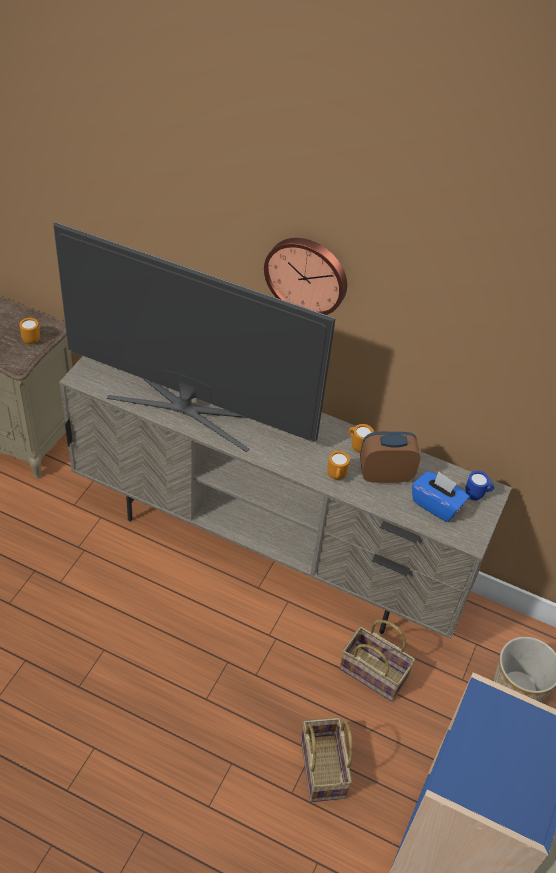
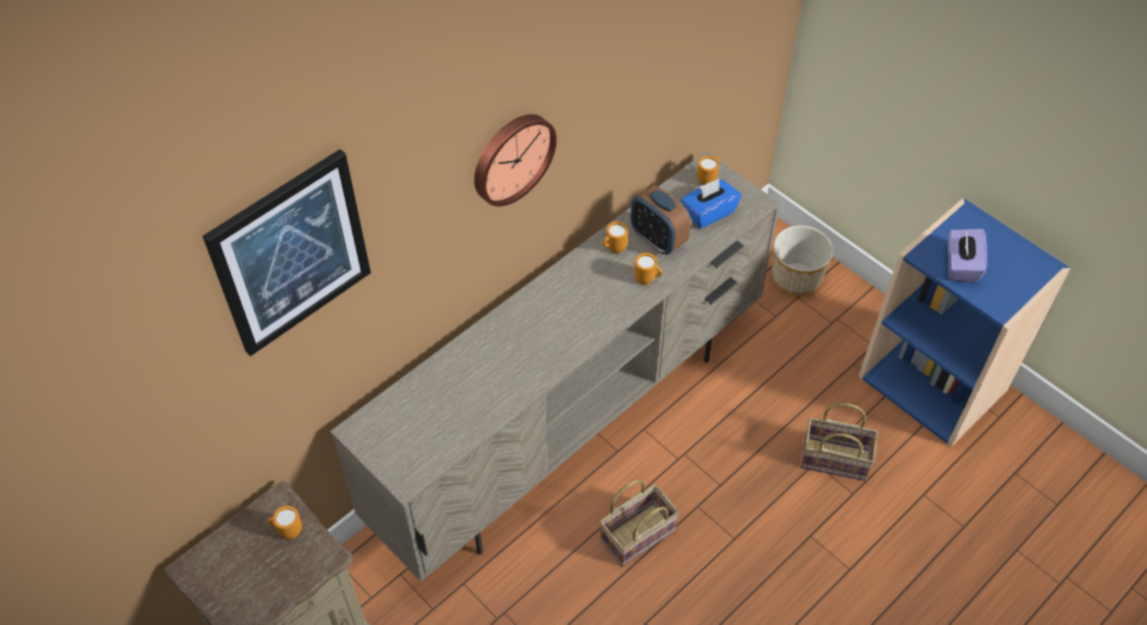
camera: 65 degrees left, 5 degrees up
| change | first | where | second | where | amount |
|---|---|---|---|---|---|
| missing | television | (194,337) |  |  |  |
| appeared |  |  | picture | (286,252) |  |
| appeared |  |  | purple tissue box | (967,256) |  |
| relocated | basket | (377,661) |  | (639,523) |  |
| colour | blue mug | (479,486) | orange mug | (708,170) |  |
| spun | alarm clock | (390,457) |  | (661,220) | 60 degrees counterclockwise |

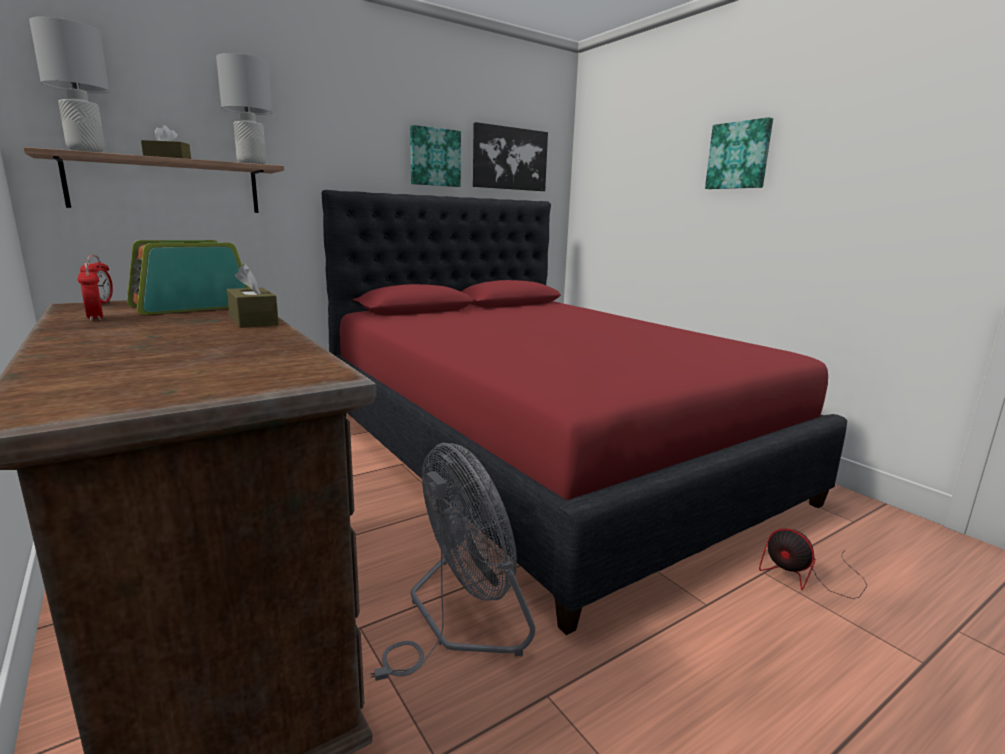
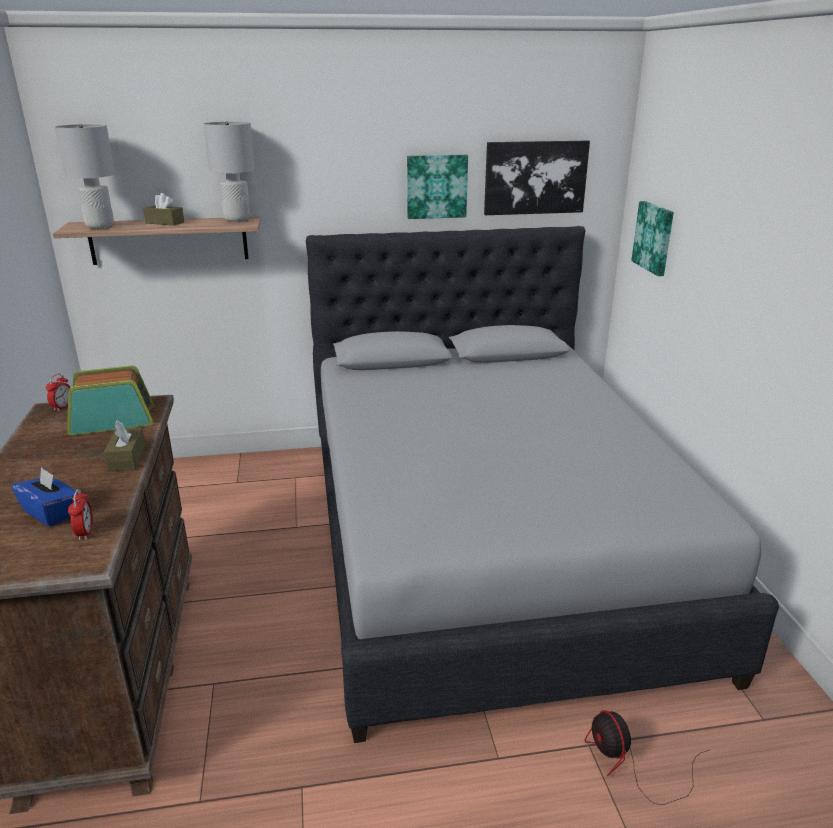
camera: 25 degrees right, 10 degrees up
| change | first | where | second | where | amount |
|---|---|---|---|---|---|
| missing | grey fan | (452,562) |  |  |  |
| appeared |  |  | blue tissue box | (45,496) |  |
| relocated | alarm clock | (90,292) |  | (80,515) |  |
| relocated | picture | (739,153) |  | (652,238) |  |
| colour | red bed | (584,412) | grey bed | (542,484) |  |

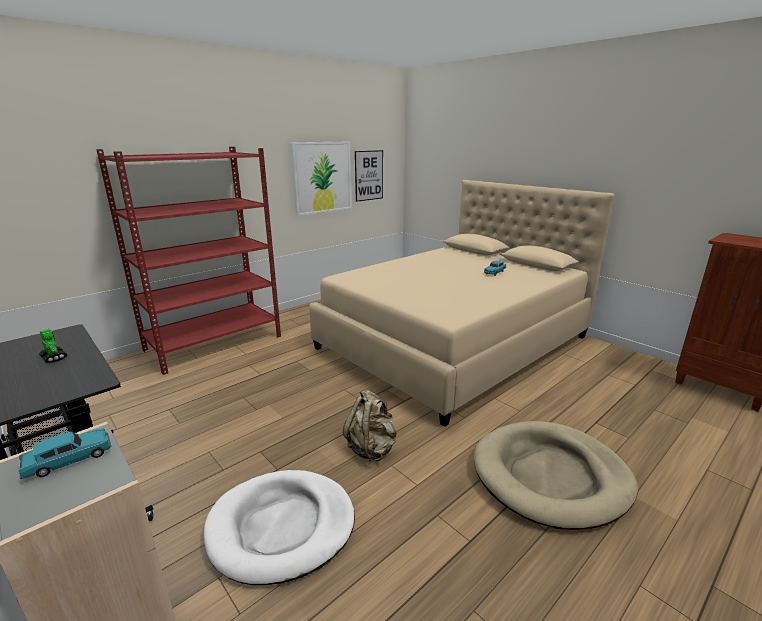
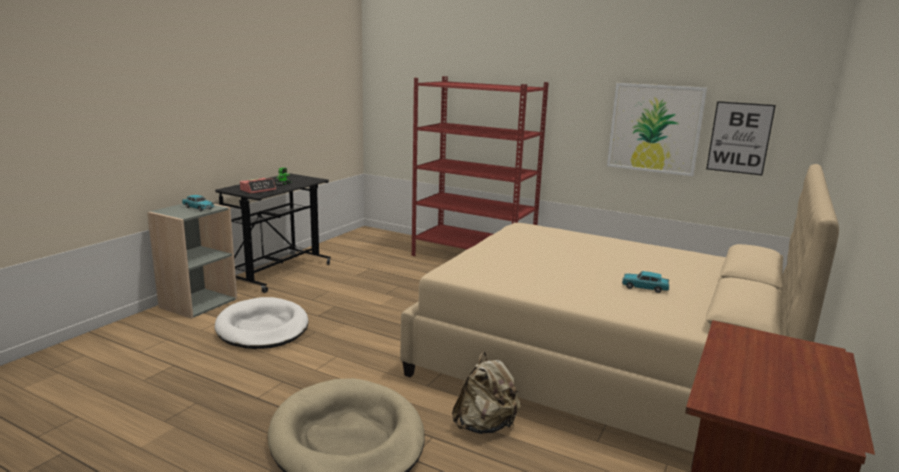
camera: 70 degrees right, 5 degrees down
| change | first | where | second | where | amount |
|---|---|---|---|---|---|
| appeared |  |  | alarm clock | (258,186) |  |
| relocated | beige backpack | (370,425) |  | (486,393) |  |

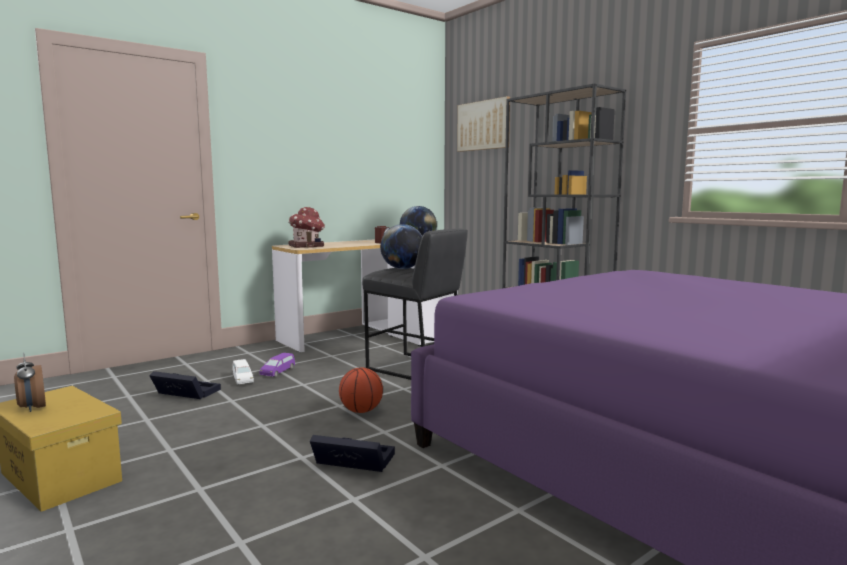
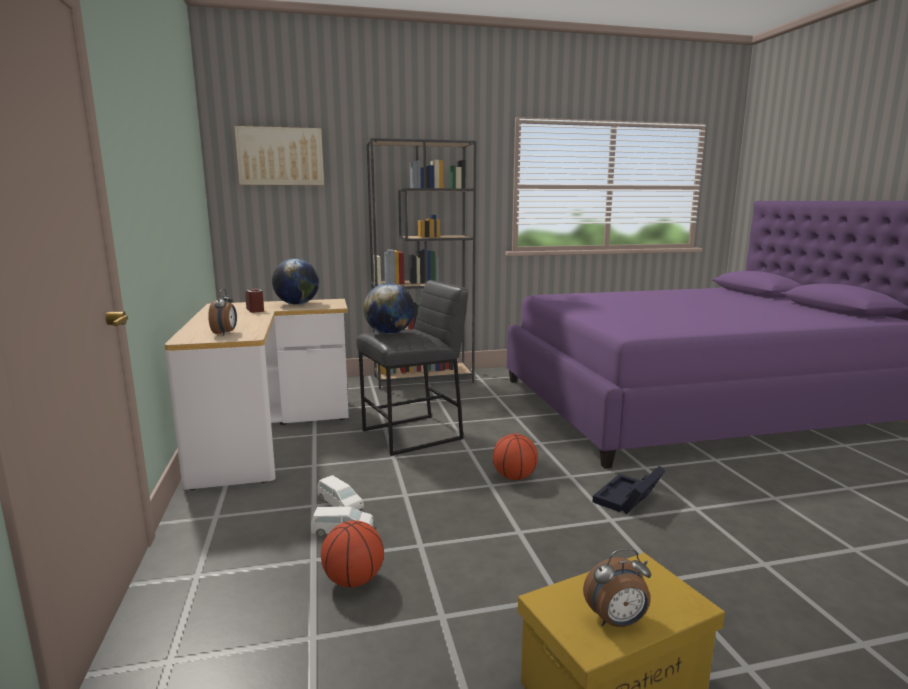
camera: 65 degrees left, 5 degrees up
| change | first | where | second | where | amount |
|---|---|---|---|---|---|
| exchanged | black storage box | (185,385) | basketball | (352,553) |  |
| exchanged | toy house | (306,227) | alarm clock | (222,312) |  |
| colour | purple toy car | (277,365) | white toy car | (340,492) |  |

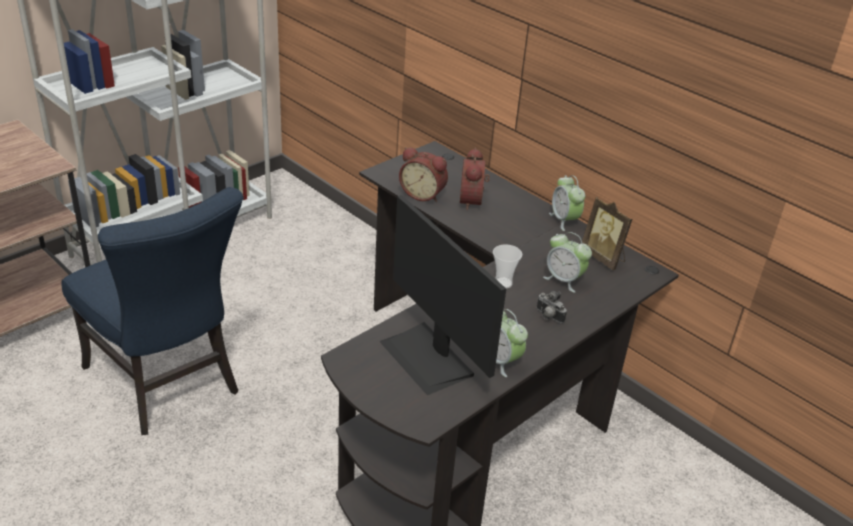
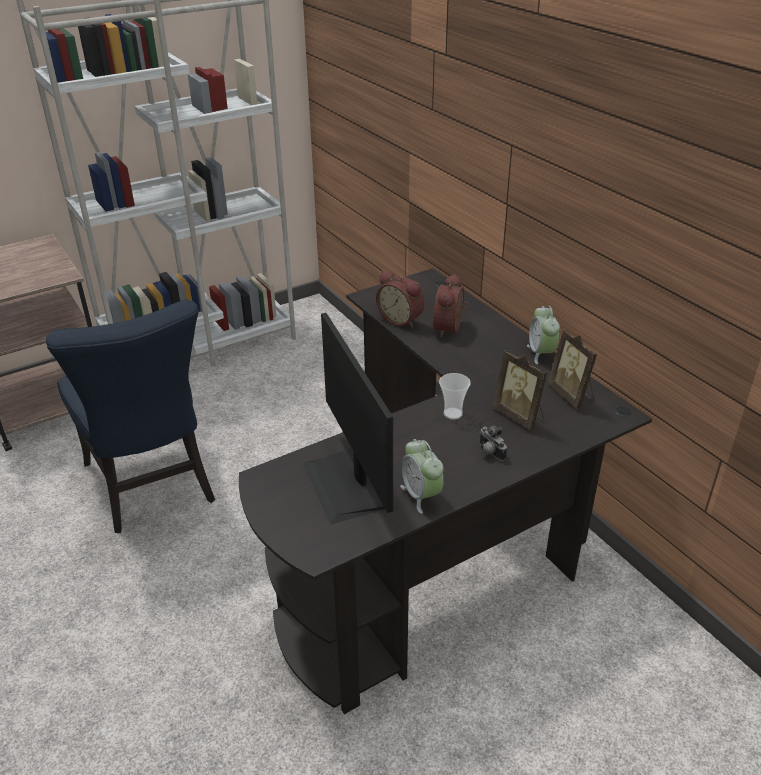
camera: 15 degrees right, 0 degrees up
| change | first | where | second | where | amount |
|---|---|---|---|---|---|
| exchanged | alarm clock | (567,262) | picture frame | (520,390) |  |

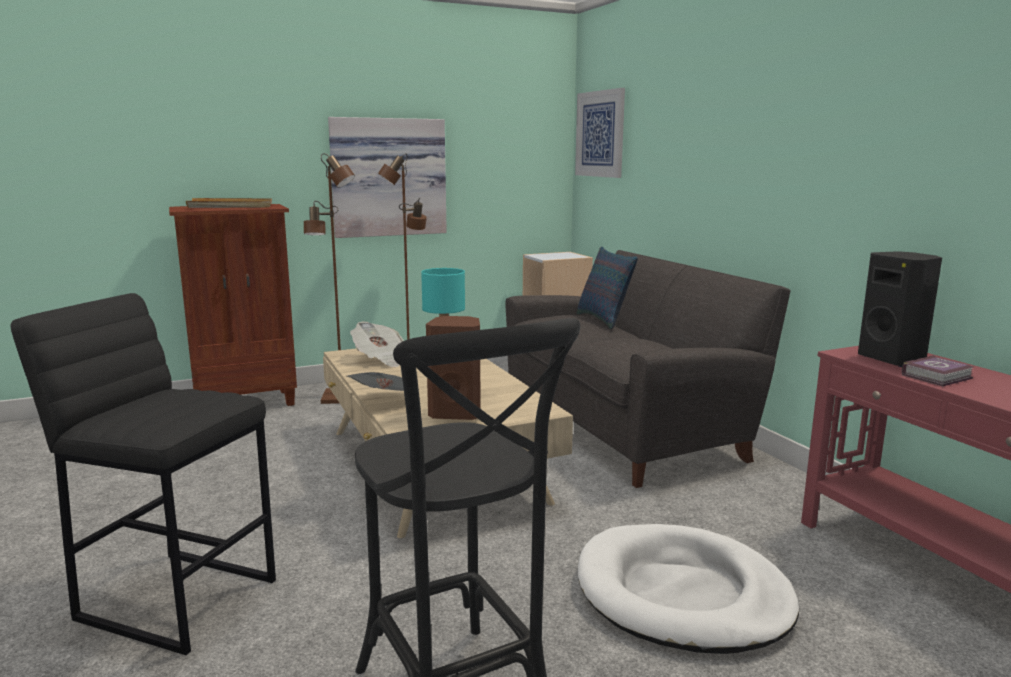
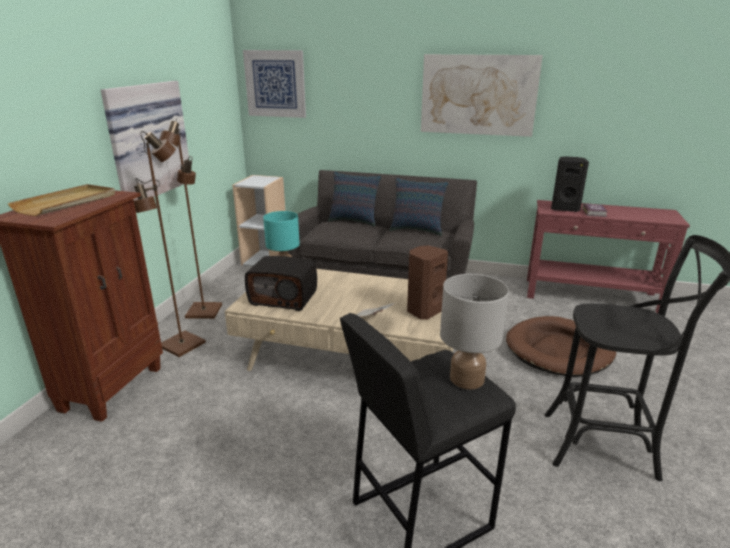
camera: 50 degrees left, 10 degrees up
| change | first | where | second | where | amount |
|---|---|---|---|---|---|
| appeared |  |  | blue pillow | (419,207) |  |
| appeared |  |  | picture | (482,95) |  |
| appeared |  |  | grey table lamp | (474,331) |  |
| exchanged | newspaper | (377,344) | radio | (281,283) |  |
| colour | white dog bed | (688,589) | brown dog bed | (561,346) |  |

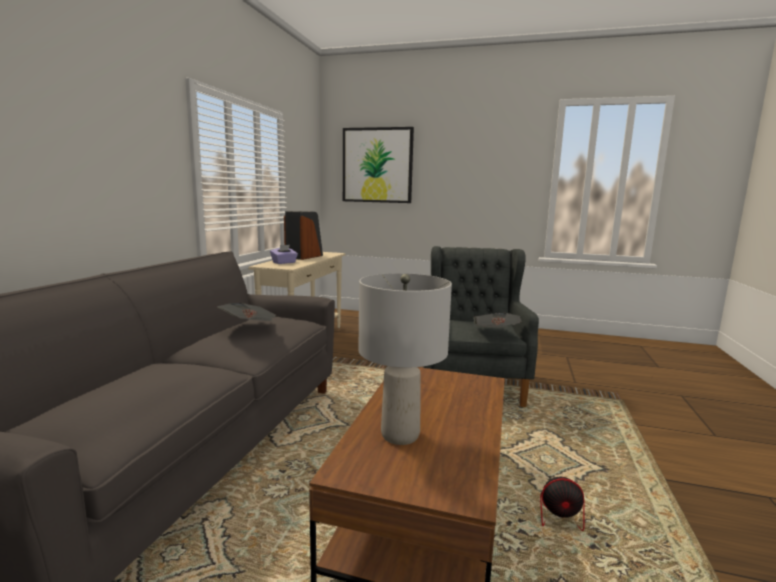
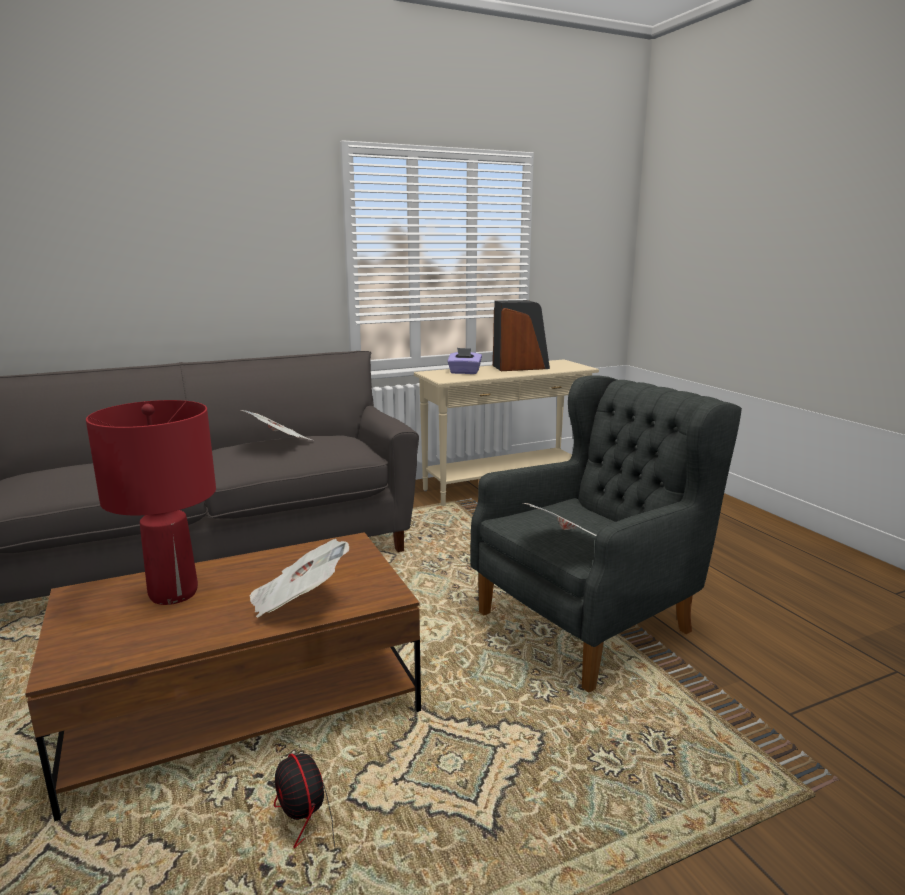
camera: 50 degrees right, 5 degrees up
| change | first | where | second | where | amount |
|---|---|---|---|---|---|
| missing | picture | (378,165) |  |  |  |
| appeared |  |  | newspaper | (299,578) |  |
| colour | grey table lamp | (405,359) | red table lamp | (151,502) |  |

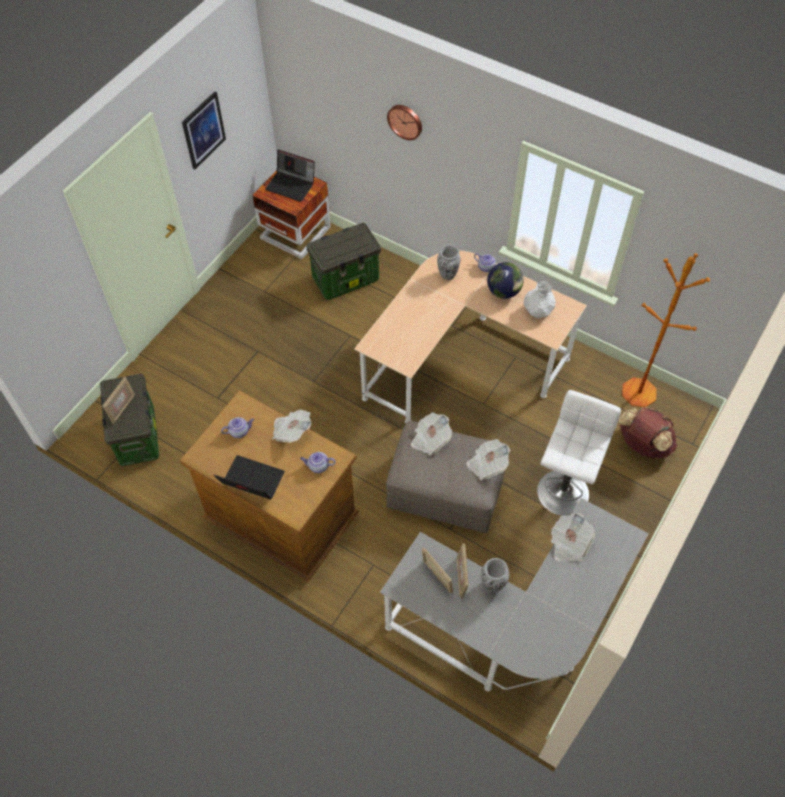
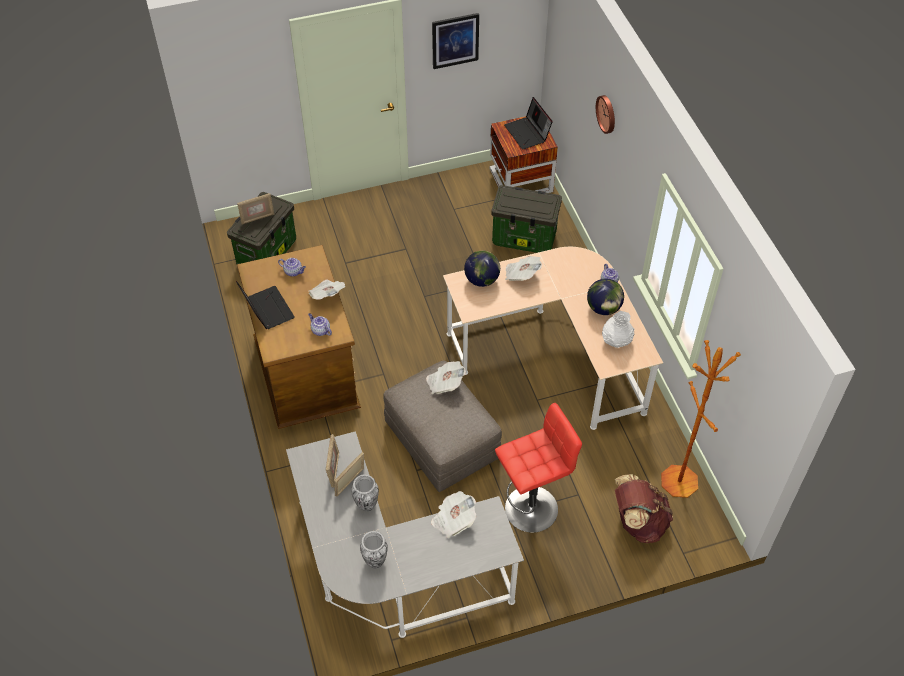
camera: 40 degrees right, 5 degrees down
| change | first | where | second | where | amount |
|---|---|---|---|---|---|
| appeared |  |  | globe | (482,268) |  |
| relocated | vase | (449,262) |  | (374,549) |  |
| relocated | newspaper | (488,459) |  | (523,268) |  |
| colour | white stool | (579,453) | red stool | (538,468) |  |

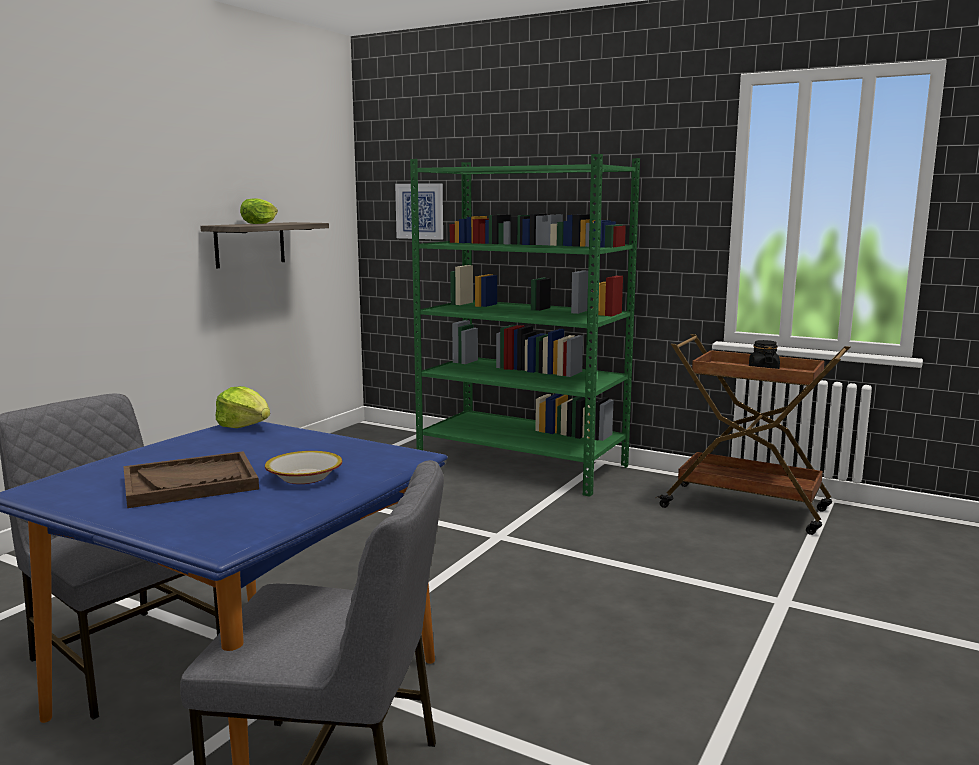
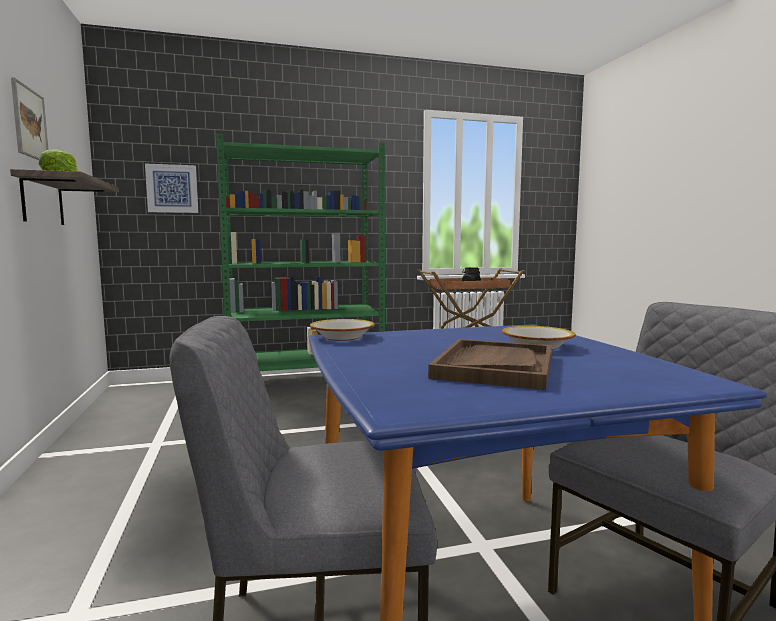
camera: 45 degrees left, 5 degrees down
| change | first | where | second | where | amount |
|---|---|---|---|---|---|
| appeared |  |  | picture | (29,118) |  |
| exchanged | lettuce | (243,407) | bowl | (342,330) |  |

